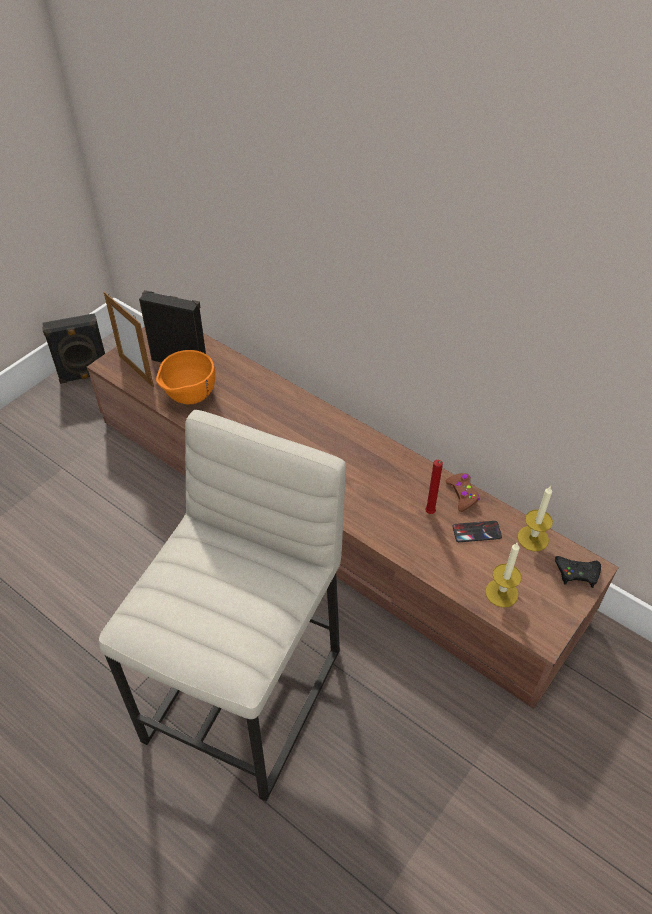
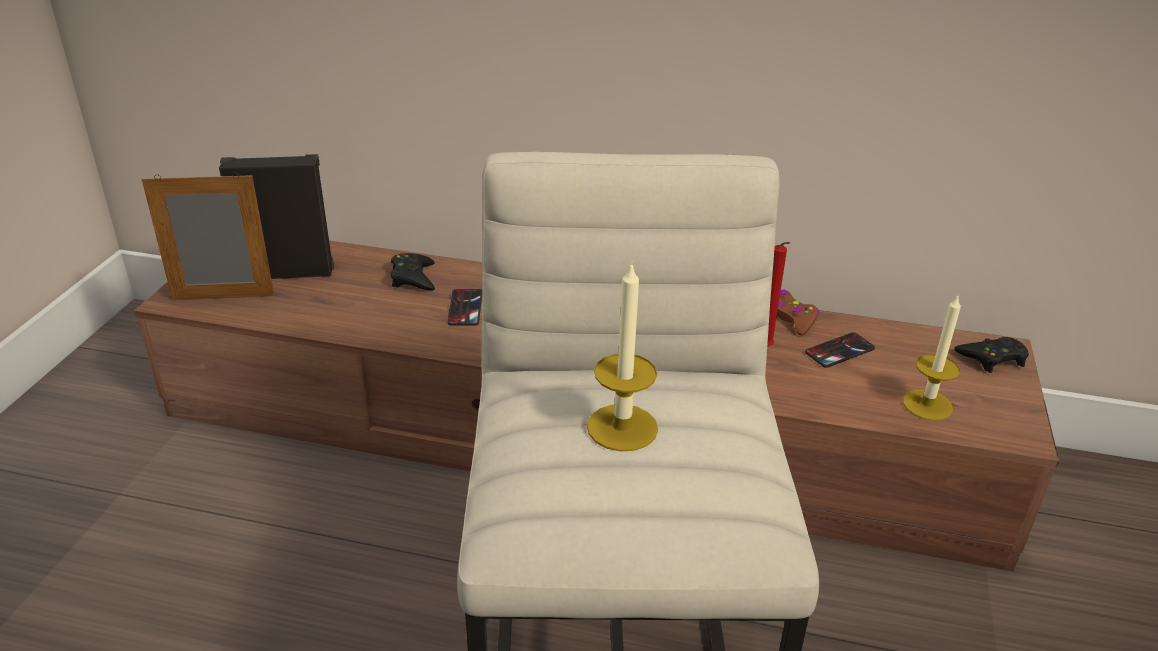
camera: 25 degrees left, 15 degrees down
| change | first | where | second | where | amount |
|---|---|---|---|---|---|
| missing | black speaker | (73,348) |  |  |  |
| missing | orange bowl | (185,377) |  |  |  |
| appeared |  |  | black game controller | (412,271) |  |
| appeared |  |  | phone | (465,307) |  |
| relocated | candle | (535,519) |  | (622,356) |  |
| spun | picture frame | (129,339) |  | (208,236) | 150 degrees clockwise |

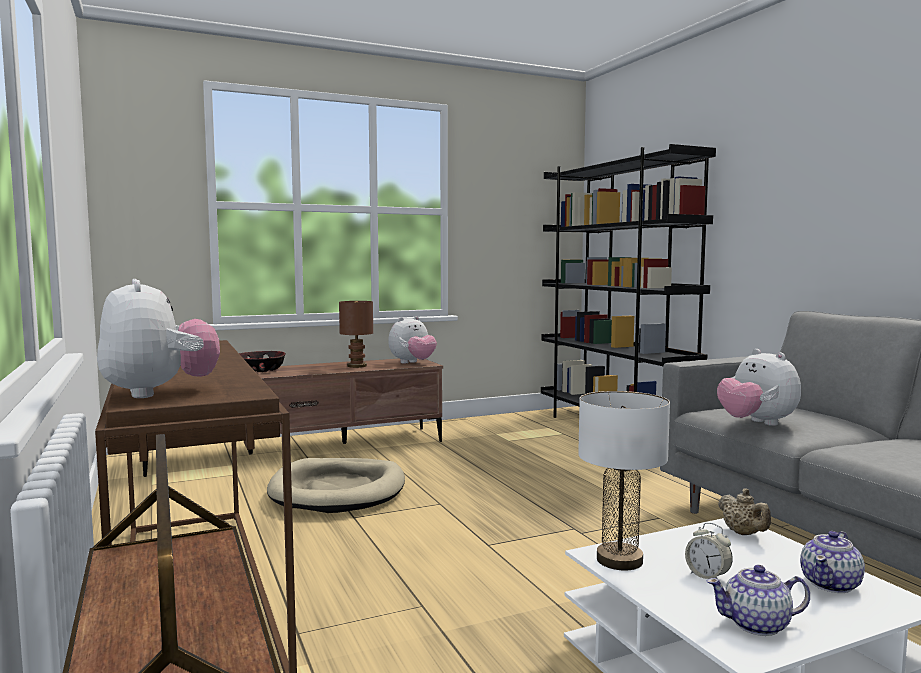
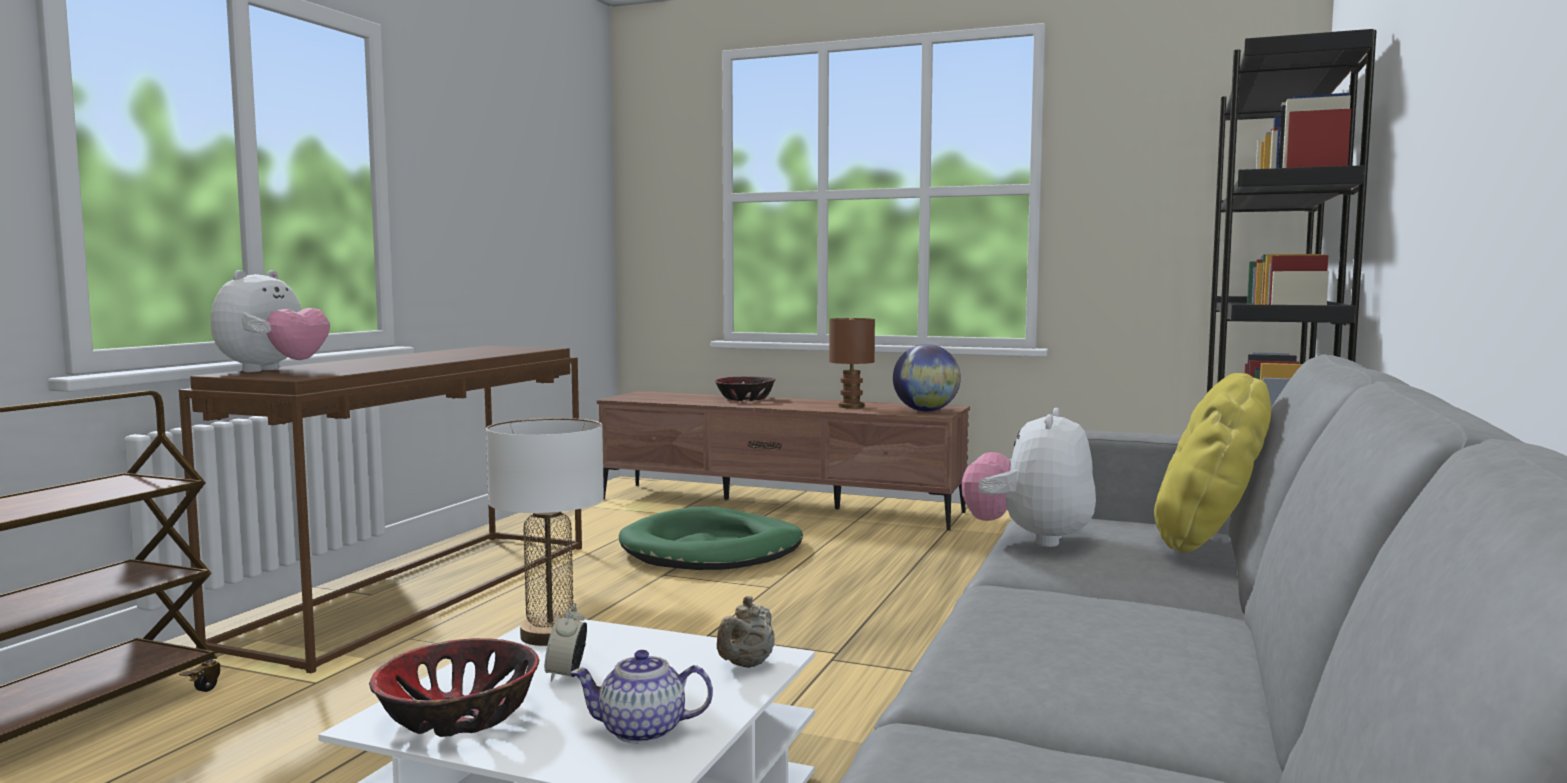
camera: 45 degrees right, 0 degrees up
| change | first | where | second | where | amount |
|---|---|---|---|---|---|
| appeared |  |  | yellow pillow | (1212,463) |  |
| exchanged | plush toy | (412,340) | globe | (927,378) |  |
| exchanged | teapot | (758,600) | bowl | (454,687) |  |
| colour | beige dog bed | (336,485) | green dog bed | (711,538) |  |

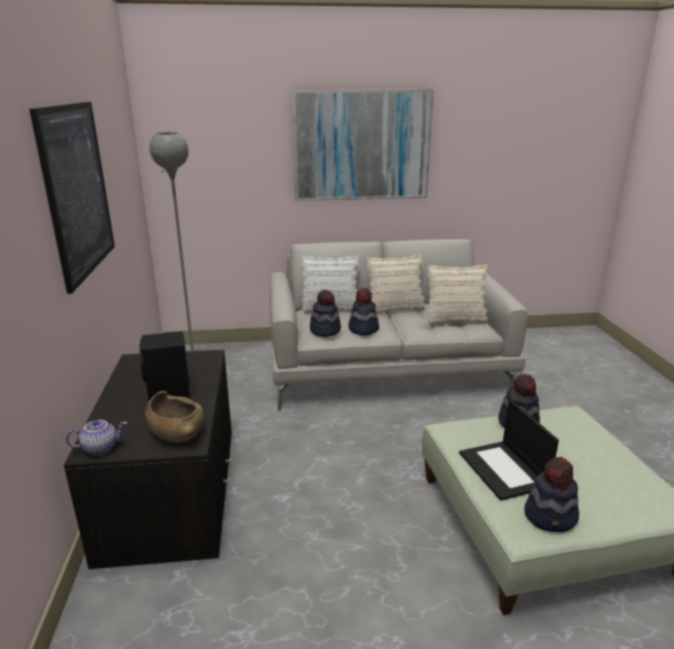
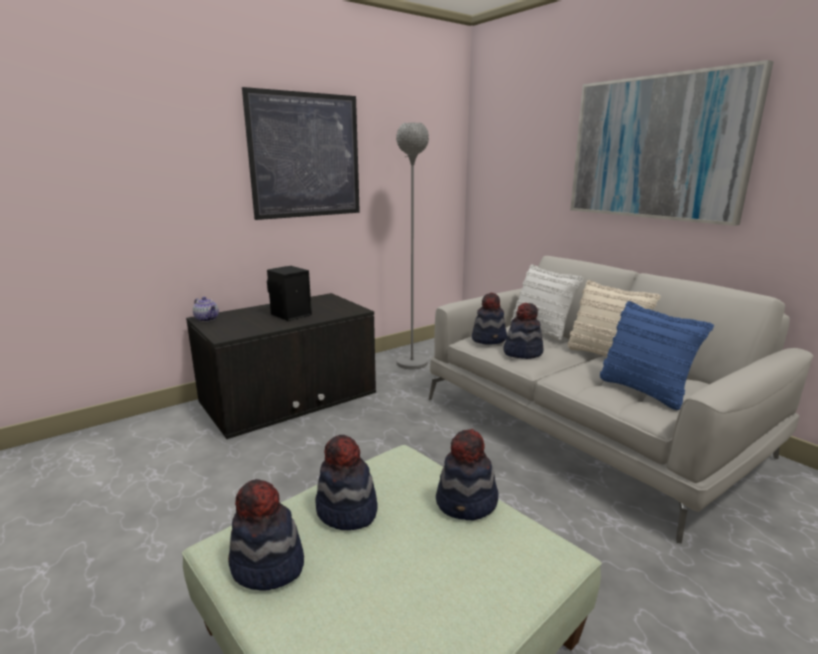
camera: 60 degrees right, 5 degrees down
| change | first | where | second | where | amount |
|---|---|---|---|---|---|
| missing | brown bowl | (174,417) |  |  |  |
| exchanged | laptop | (509,450) | hat | (346,482) |  |
| colour | beige pillow | (457,294) | blue pillow | (657,355) |  |

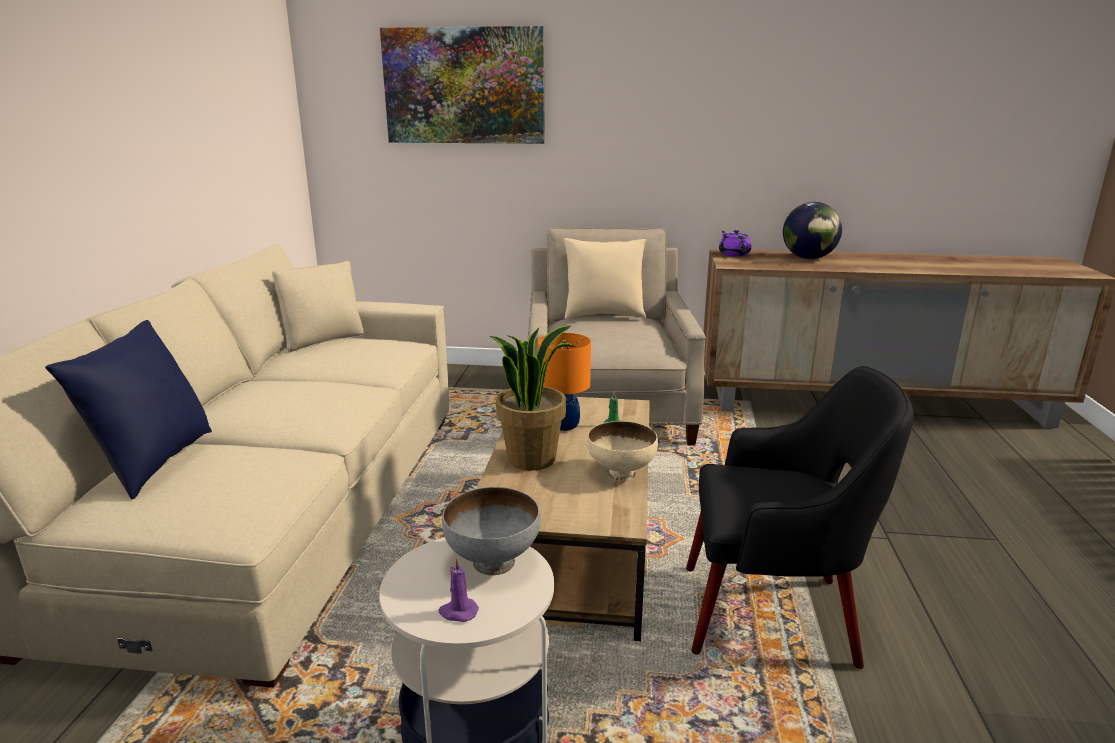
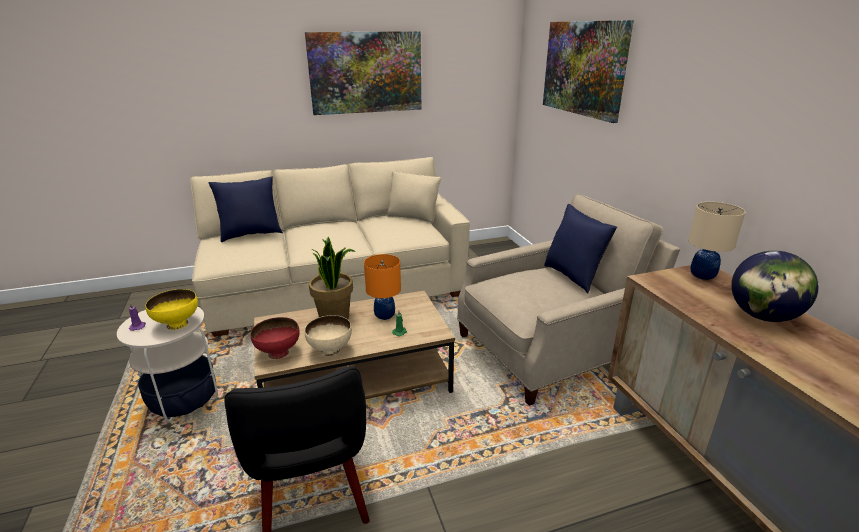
camera: 65 degrees right, 5 degrees up
| change | first | where | second | where | amount |
|---|---|---|---|---|---|
| appeared |  |  | red bowl | (275,338) |  |
| appeared |  |  | picture | (363,73) |  |
| exchanged | purple teapot | (735,243) | beige table lamp | (716,241) |  |
| colour | grey bowl | (491,531) | yellow bowl | (171,309) |  |
| colour | beige pillow | (604,278) | blue pillow | (580,249) |  |

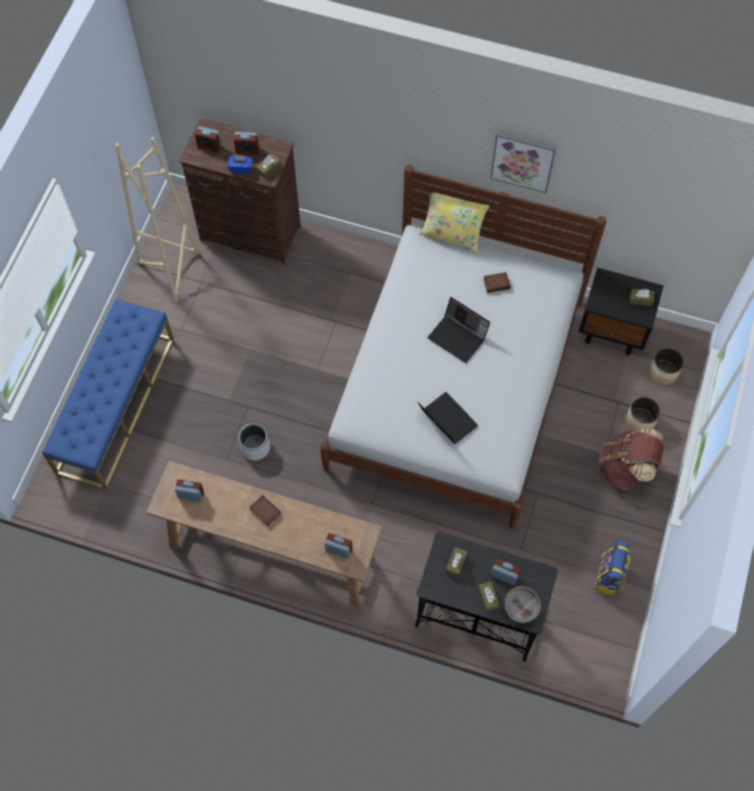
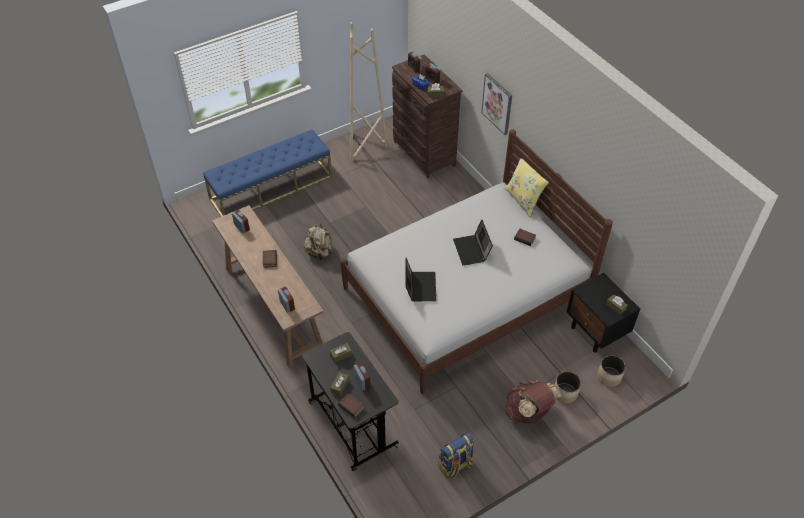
camera: 40 degrees right, 15 degrees down
| change | first | where | second | where | amount |
|---|---|---|---|---|---|
| relocated | picture | (523,162) |  | (496,104) |  |
| exchanged | grey planter | (254,441) | beige backpack | (318,242) |  |
| exchanged | grey bowl | (523,604) | book | (351,405) |  |

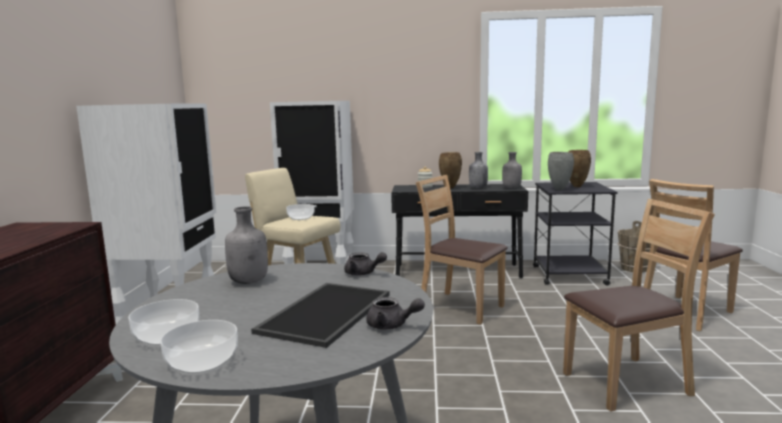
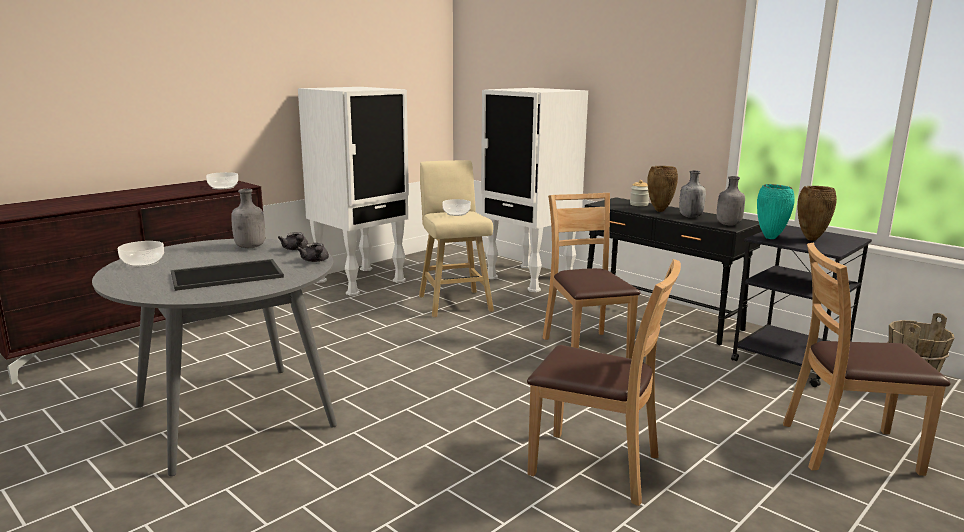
camera: 40 degrees right, 5 degrees up
| change | first | where | second | where | amount |
|---|---|---|---|---|---|
| relocated | bowl | (199,347) |  | (222,180) |  |
| relocated | grey teapot | (395,313) |  | (293,241) |  |
| colour | grey vase | (561,171) | turquoise vase | (776,211) |  |

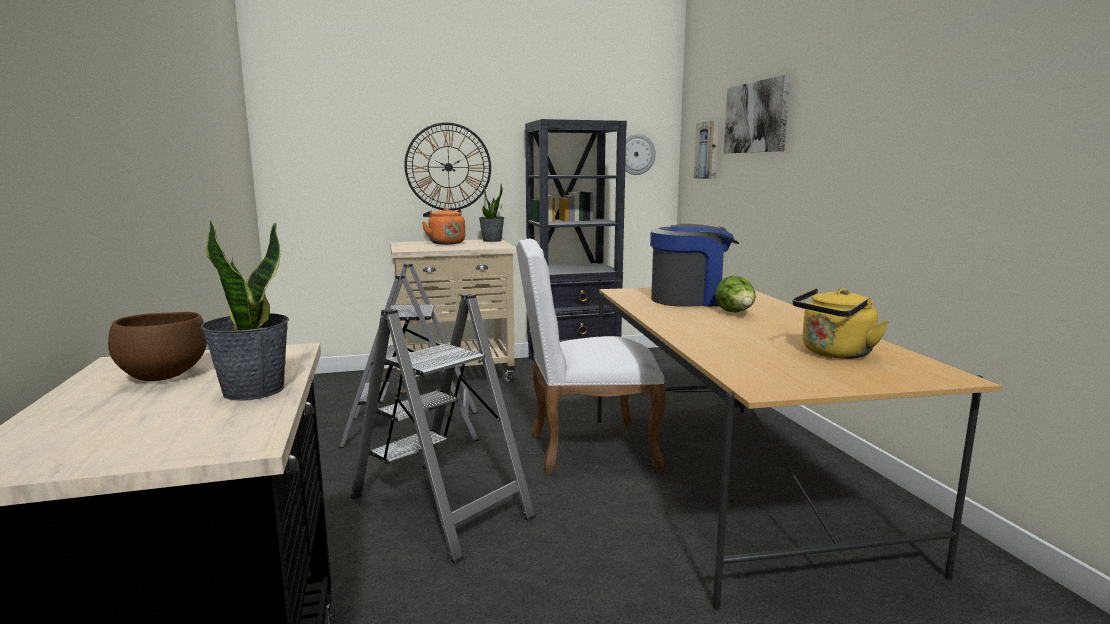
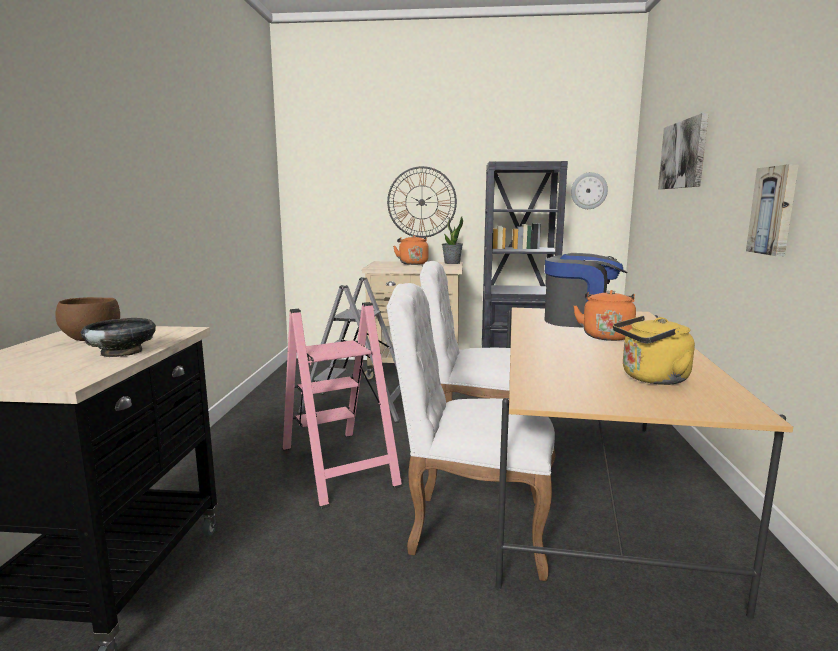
camera: 20 degrees right, 0 degrees up
| change | first | where | second | where | amount |
|---|---|---|---|---|---|
| appeared |  |  | white chair | (471,432) |  |
| relocated | picture | (706,150) |  | (772,210) |  |
| exchanged | potted plant | (245,310) | black bowl | (118,337) |  |
| exchanged | lettuce | (735,294) | orange kettle | (604,315) |  |
| colour | grey step ladder | (443,429) | pink step ladder | (343,405) |  |

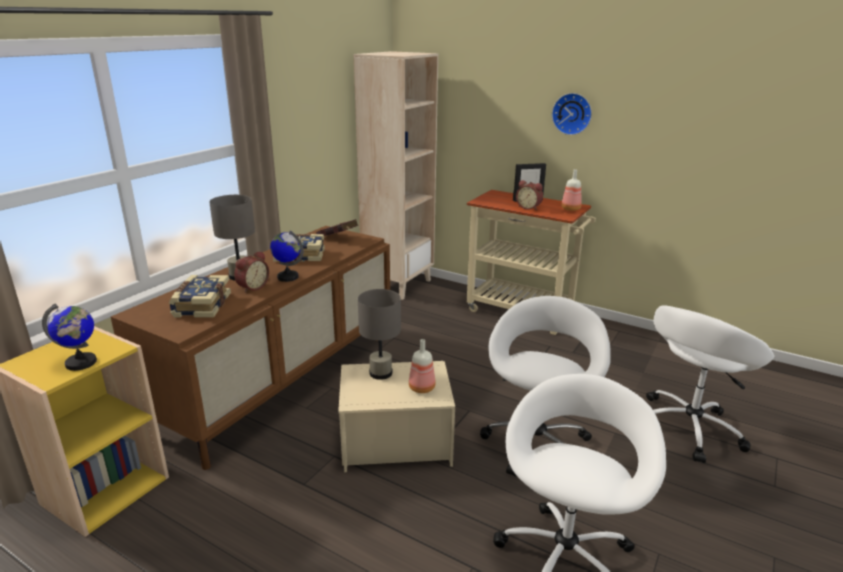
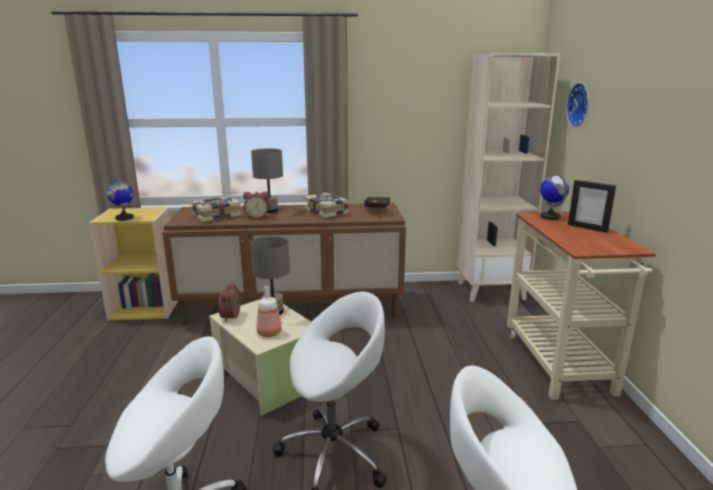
camera: 55 degrees right, 5 degrees down
| change | first | where | second | where | amount |
|---|---|---|---|---|---|
| missing | bottle | (571,190) |  |  |  |
| relocated | globe | (286,256) |  | (554,197) |  |
| relocated | alarm clock | (529,195) |  | (230,302) |  |
| relocated | wall clock | (572,114) |  | (577,105) |  |

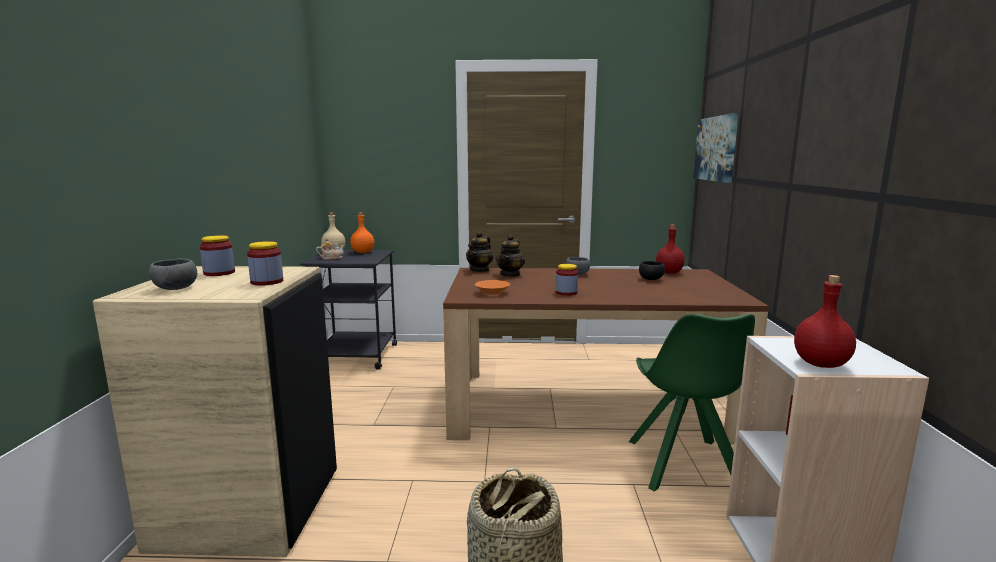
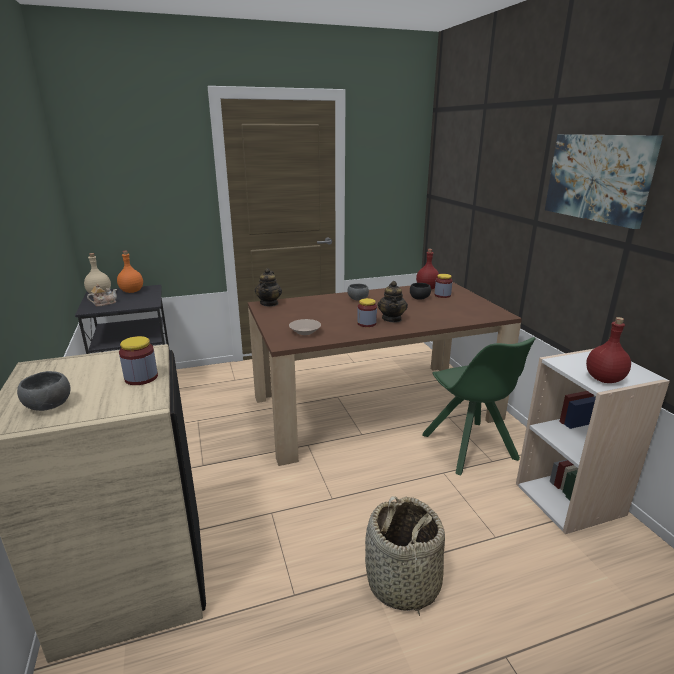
camera: 20 degrees left, 10 degrees up
| change | first | where | second | where | amount |
|---|---|---|---|---|---|
| relocated | jar | (217,255) |  | (443,286) |  |
| relocated | teapot | (510,255) |  | (393,302) |  |
| relocated | picture | (715,148) |  | (604,181) |  |
| colour | orange bowl | (492,287) | beige bowl | (305,327) |  |

